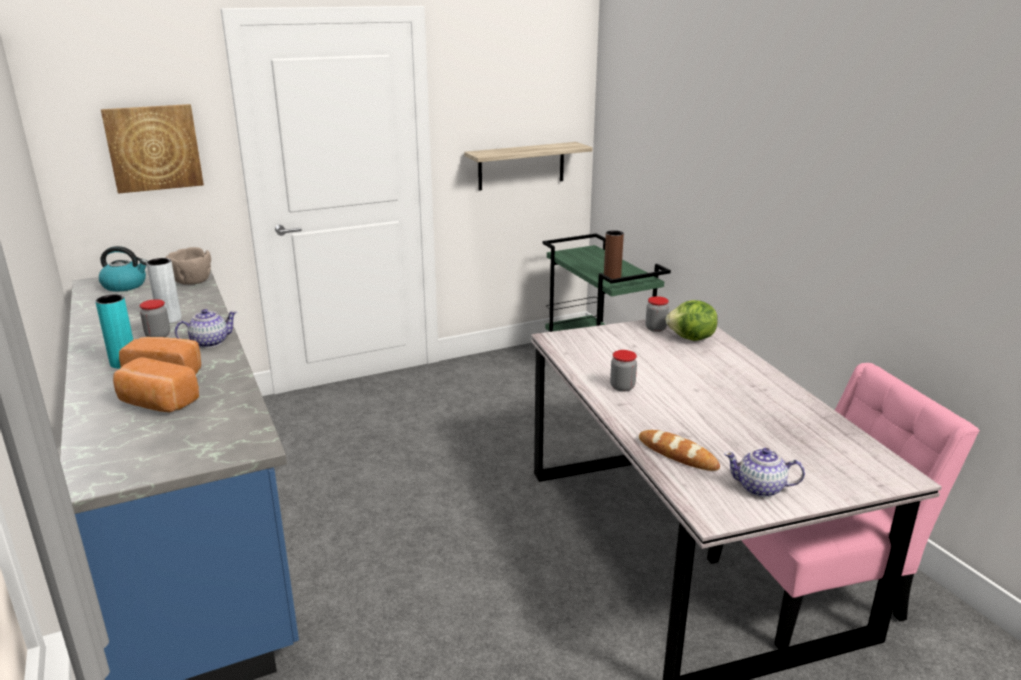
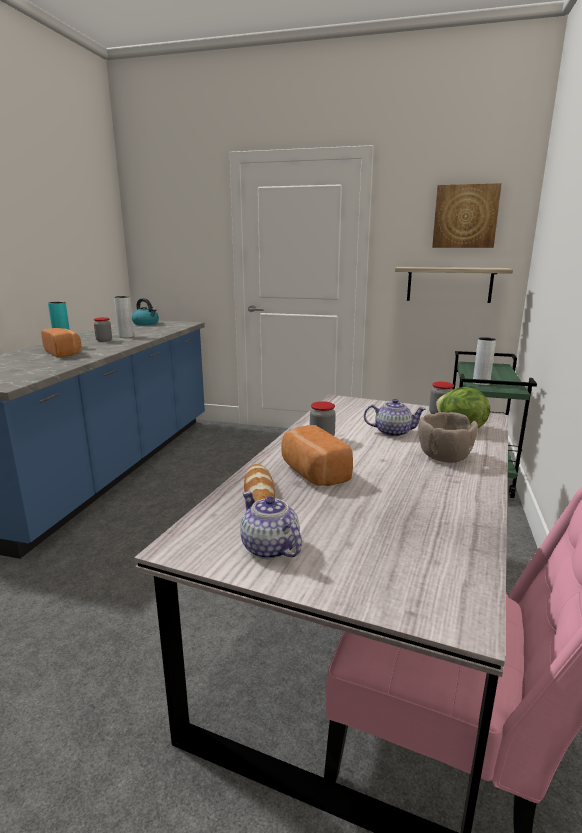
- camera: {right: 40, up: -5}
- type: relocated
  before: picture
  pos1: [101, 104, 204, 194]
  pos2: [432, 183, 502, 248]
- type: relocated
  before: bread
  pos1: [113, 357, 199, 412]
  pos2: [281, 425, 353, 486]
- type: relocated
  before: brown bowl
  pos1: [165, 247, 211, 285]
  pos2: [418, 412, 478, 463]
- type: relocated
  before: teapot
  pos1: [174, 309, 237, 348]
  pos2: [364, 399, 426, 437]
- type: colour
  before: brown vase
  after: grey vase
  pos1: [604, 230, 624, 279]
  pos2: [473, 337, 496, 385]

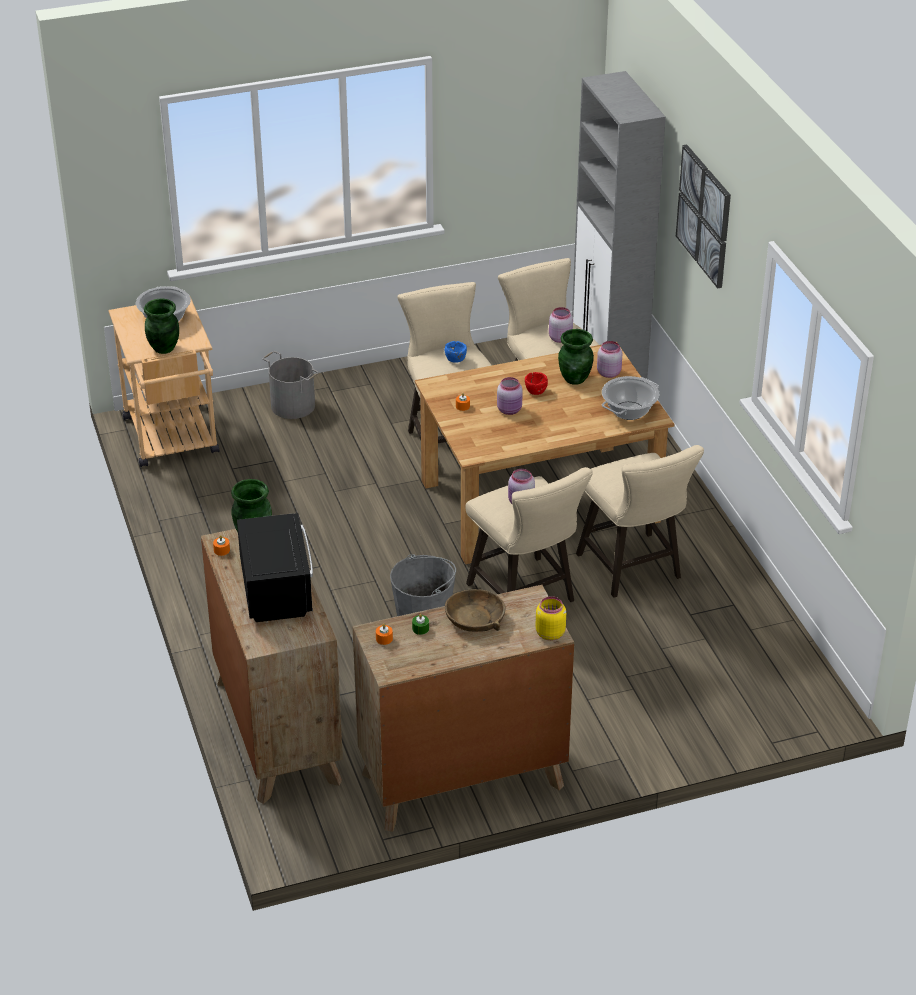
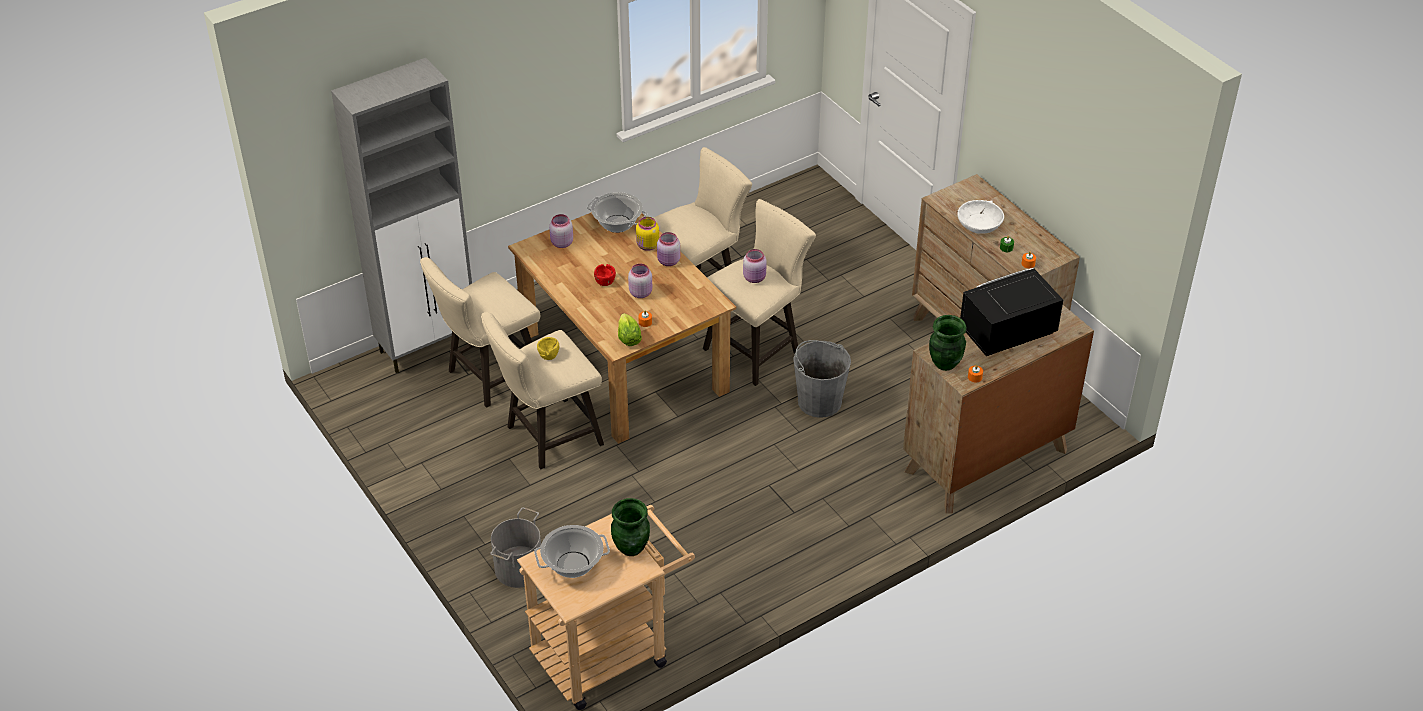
- camera: {right: -105, up: 5}
- type: colour
  before: blue bowl
  after: yellow bowl
  pos1: [445, 341, 467, 363]
  pos2: [537, 337, 559, 360]
- type: colour
  before: brown bowl
  after: white bowl
  pos1: [445, 589, 505, 632]
  pos2: [957, 200, 1004, 234]
- type: relocated
  before: yellow jar
  pos1: [535, 596, 566, 641]
  pos2: [636, 217, 659, 251]
- type: relocated
  before: pink jar
  pos1: [549, 307, 573, 343]
  pos2: [657, 232, 680, 266]
- type: missing
  before: green vase
  pos1: [558, 329, 594, 385]
- type: missing
  before: picture
  pos1: [676, 145, 731, 289]
- type: appeared
  after: lettuce
  pos2: [618, 313, 642, 346]

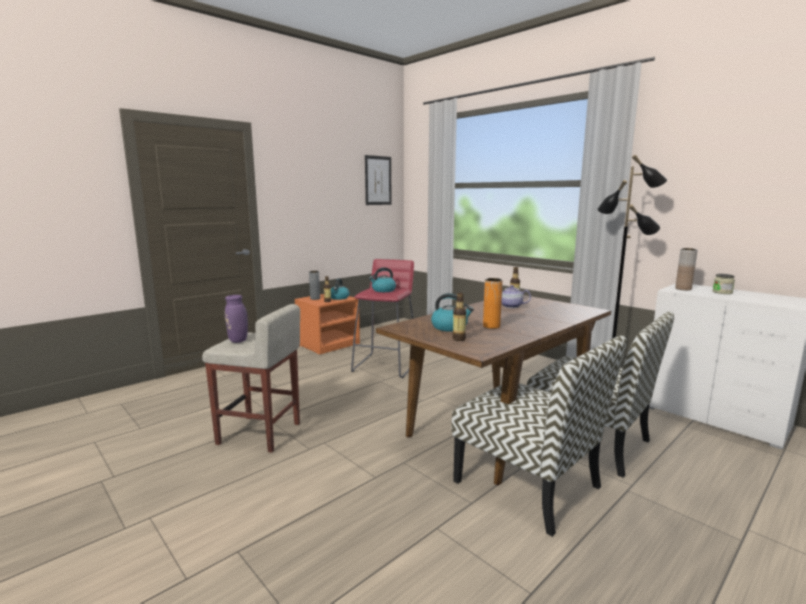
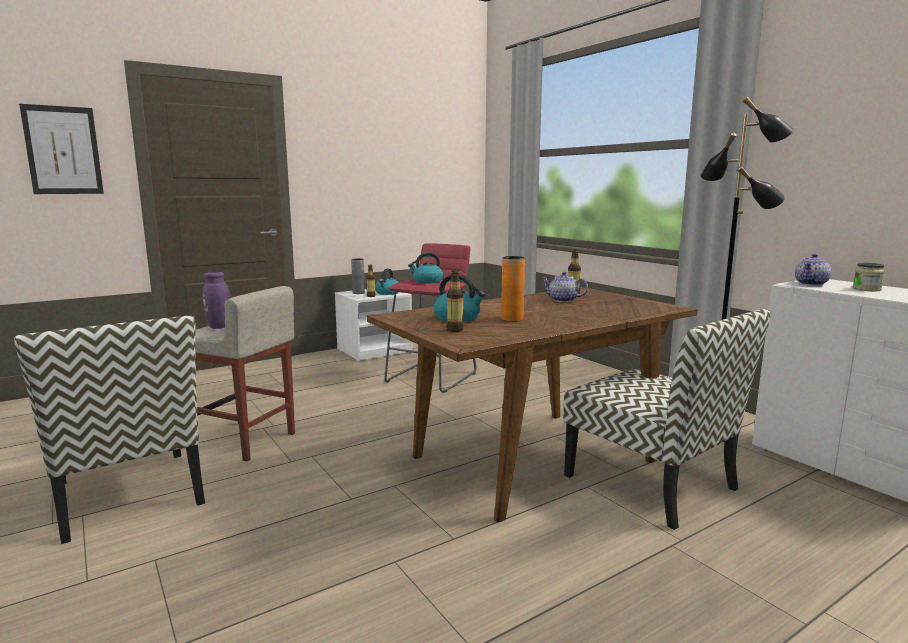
- camera: {right: 10, up: 0}
- type: colour
  before: orange nightstand
  after: white nightstand
  pos1: [295, 294, 360, 354]
  pos2: [335, 289, 413, 361]
- type: relocated
  before: picture
  pos1: [365, 155, 391, 205]
  pos2: [19, 104, 104, 194]
- type: relocated
  before: chair
  pos1: [451, 335, 626, 537]
  pos2: [14, 316, 205, 544]
- type: exchanged
  before: brown vase
  after: teapot
  pos1: [675, 248, 698, 290]
  pos2: [795, 254, 831, 286]

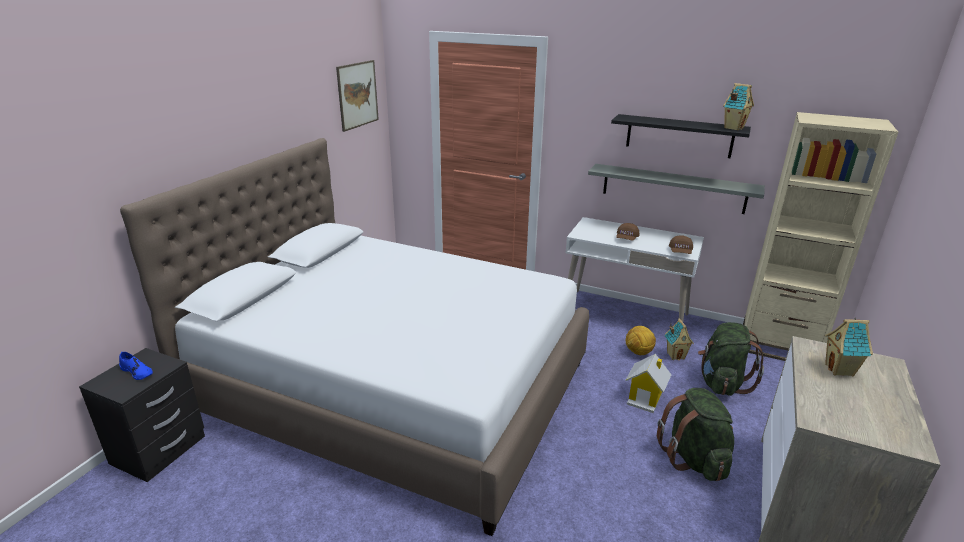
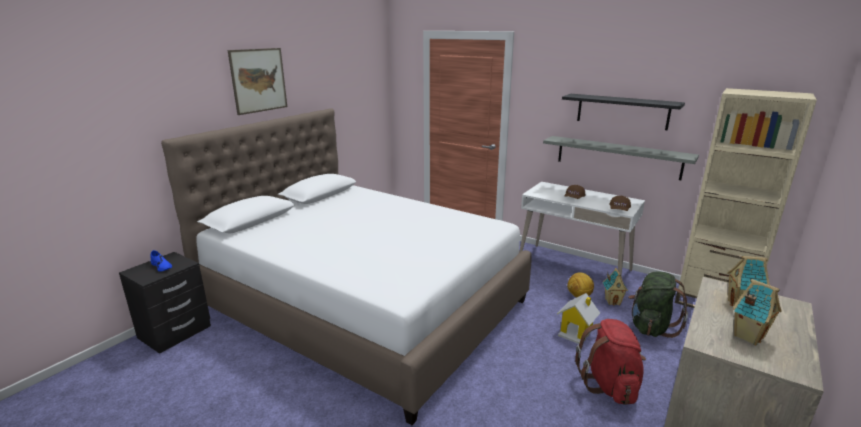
- camera: {right: 10, up: -5}
- type: relocated
  before: picture
  pos1: [336, 60, 379, 132]
  pos2: [228, 48, 287, 115]
- type: colour
  before: green backpack
  after: red backpack
  pos1: [657, 388, 734, 481]
  pos2: [575, 319, 646, 405]
- type: relocated
  before: toy house
  pos1: [723, 83, 754, 130]
  pos2: [733, 279, 782, 345]

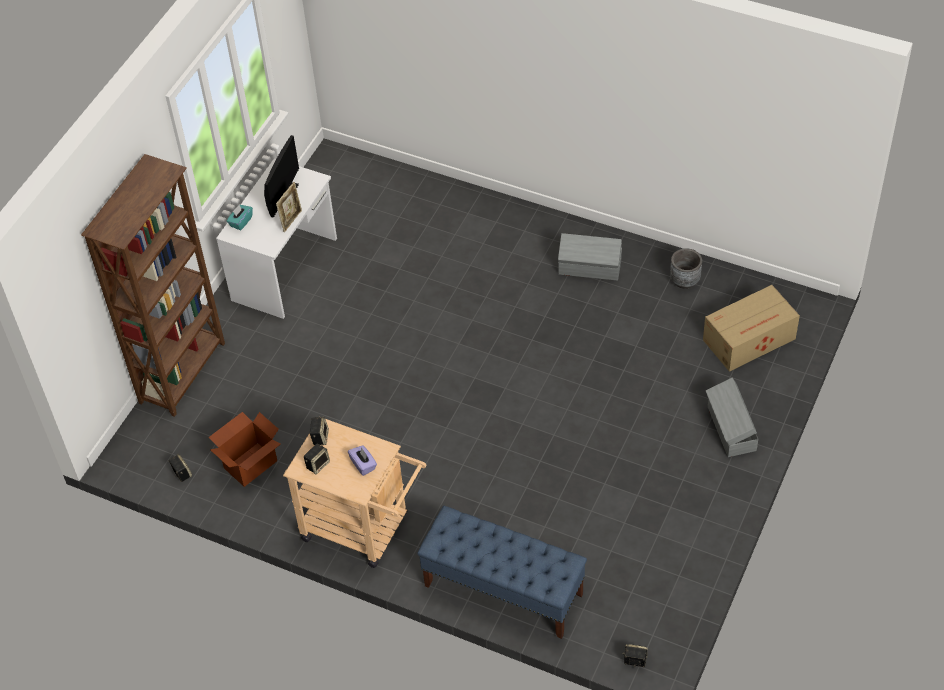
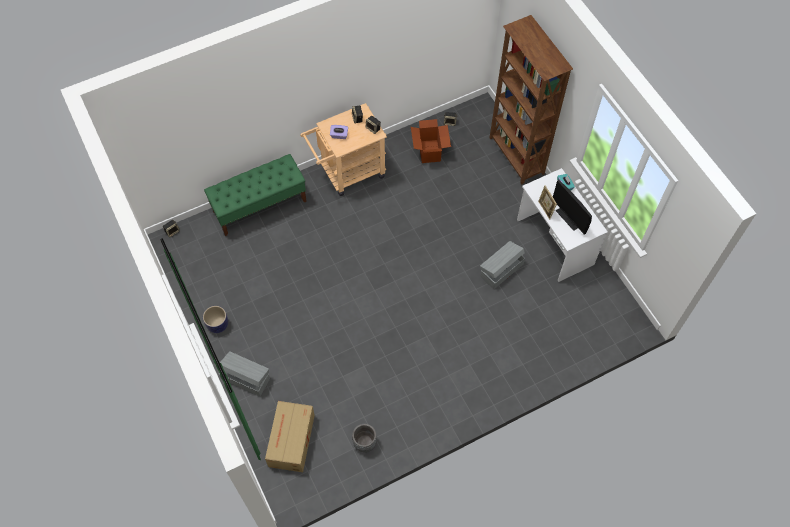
- camera: {right: 125, up: 10}
- type: colour
  before: blue bench
  after: green bench
  pos1: [417, 506, 587, 639]
  pos2: [204, 154, 307, 236]
- type: relocated
  before: grey storage box
  pos1: [558, 233, 622, 281]
  pos2: [480, 241, 525, 289]
- type: appeared
  after: planter
  pos2: [203, 306, 228, 333]

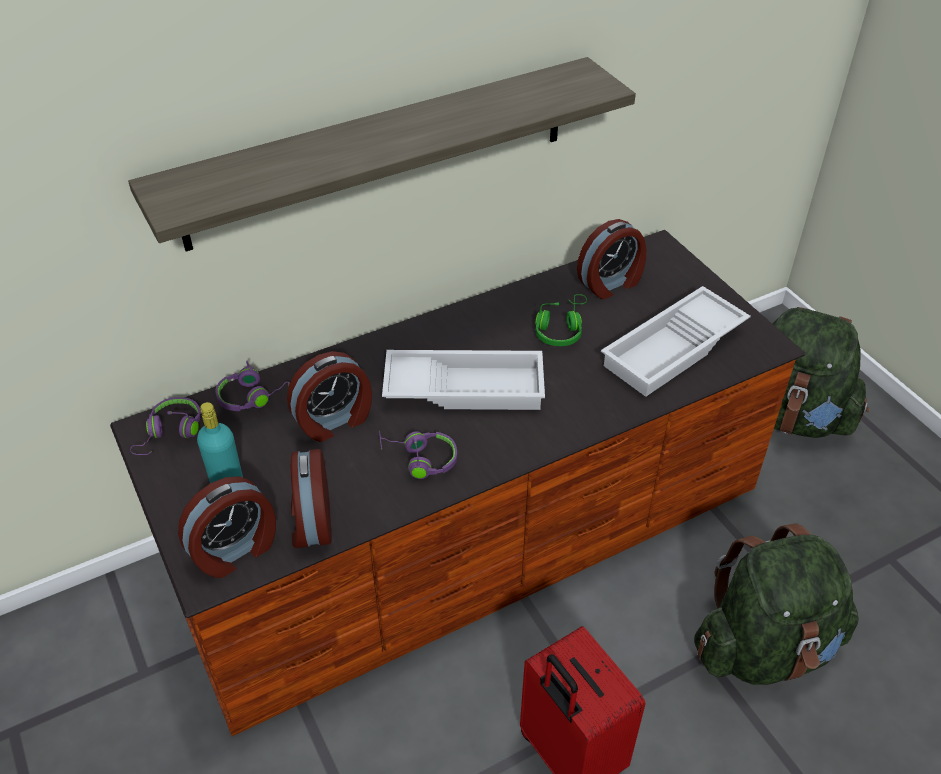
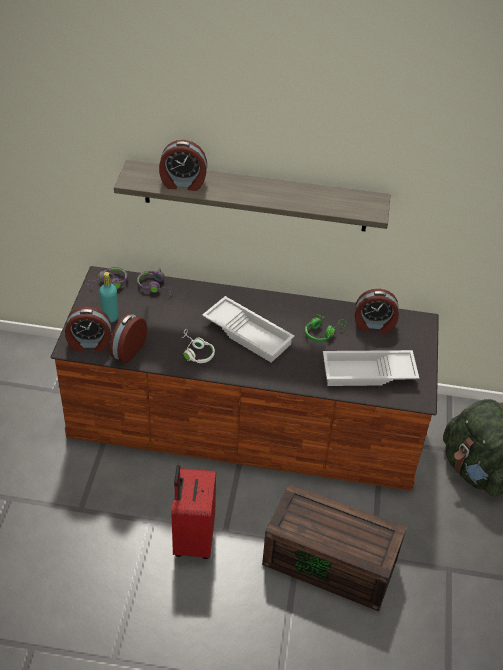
- camera: {right: 35, up: 0}
- type: relocated
  before: alarm clock
  pos1: [287, 351, 372, 442]
  pos2: [159, 140, 207, 191]
- type: colour
  before: purple headphones
  after: white headphones
  pos1: [379, 431, 457, 479]
  pos2: [181, 330, 215, 363]
- type: exchanged
  before: green backpack
  after: brown storage box
  pos1: [694, 524, 859, 685]
  pos2: [262, 483, 407, 611]

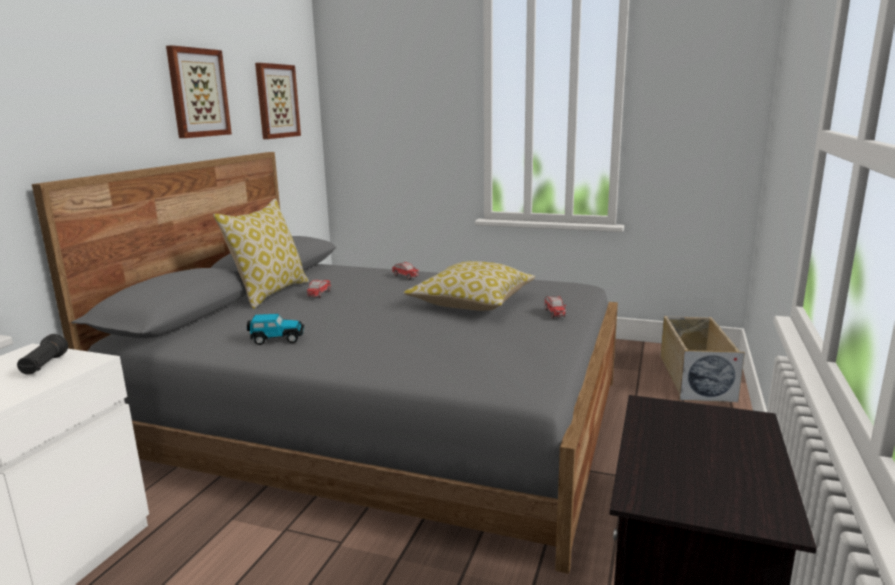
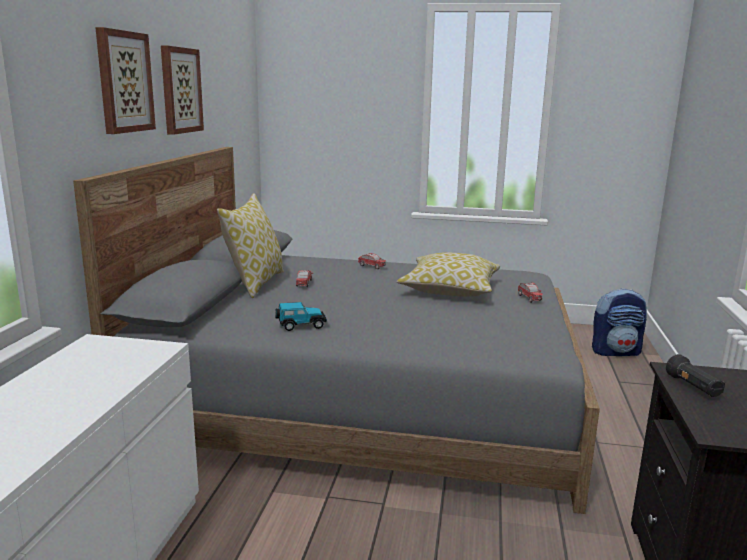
- camera: {right: -10, up: 0}
- type: relocated
  before: black flashlight
  pos1: [17, 334, 68, 375]
  pos2: [666, 354, 725, 397]
- type: relocated
  before: picture
  pos1: [255, 63, 301, 139]
  pos2: [95, 27, 156, 134]
- type: exchanged
  before: beige storage box
  after: backpack
  pos1: [660, 316, 745, 402]
  pos2: [592, 289, 647, 356]

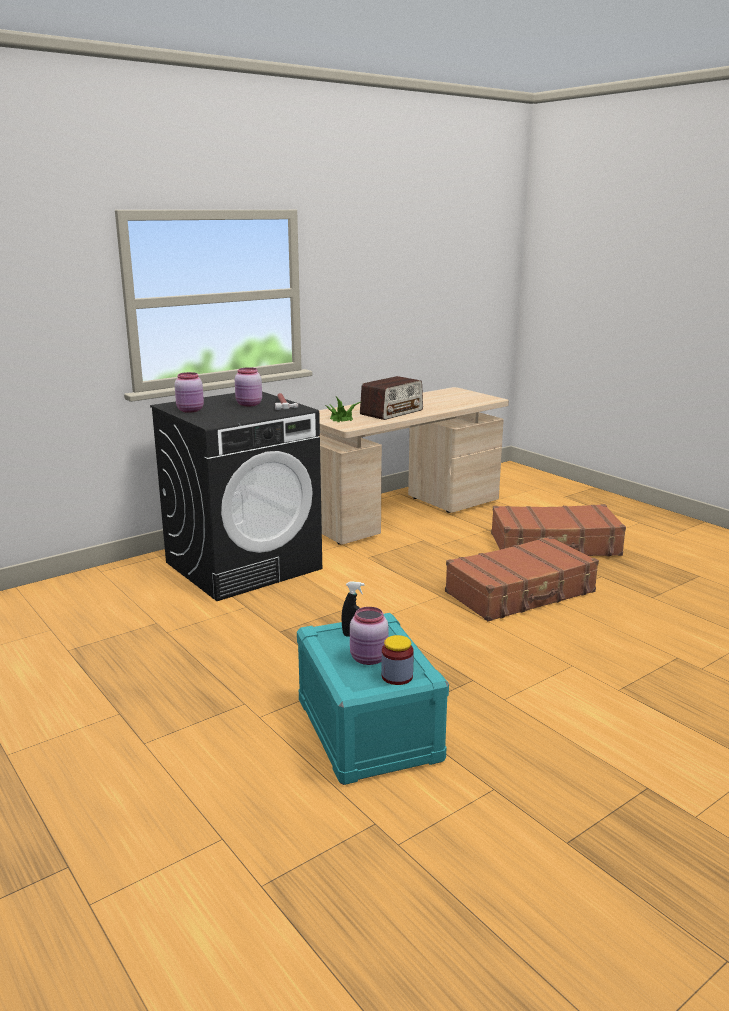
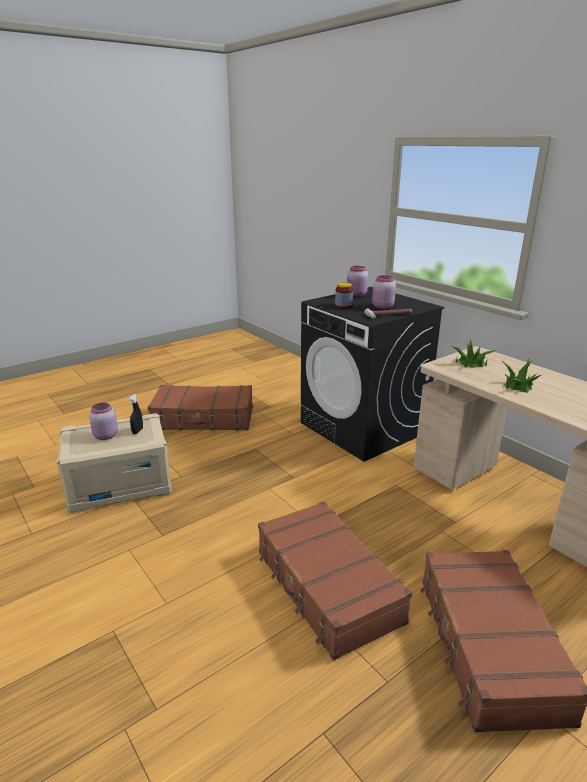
- camera: {right: 90, up: 5}
- type: colour
  before: turquoise storage box
  after: beige storage box
  pos1: [297, 613, 449, 785]
  pos2: [57, 413, 172, 513]
- type: exchanged
  before: radio
  after: potted plant
  pos1: [360, 376, 423, 420]
  pos2: [502, 358, 541, 393]
- type: relocated
  before: jar
  pos1: [382, 635, 414, 685]
  pos2: [335, 282, 353, 309]
- type: appeared
  after: brown suitcase
  pos2: [148, 385, 253, 430]

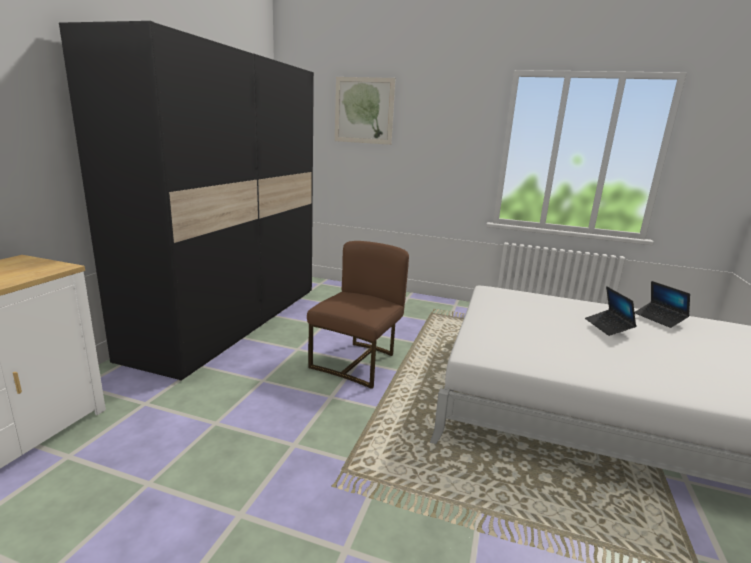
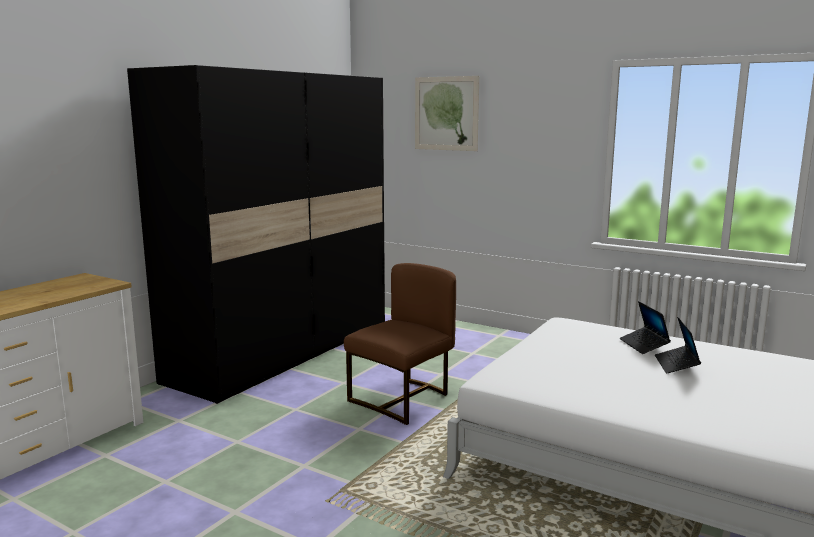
- camera: {right: 15, up: -5}
- type: relocated
  before: laptop
  pos1: [635, 281, 690, 328]
  pos2: [620, 301, 671, 354]

